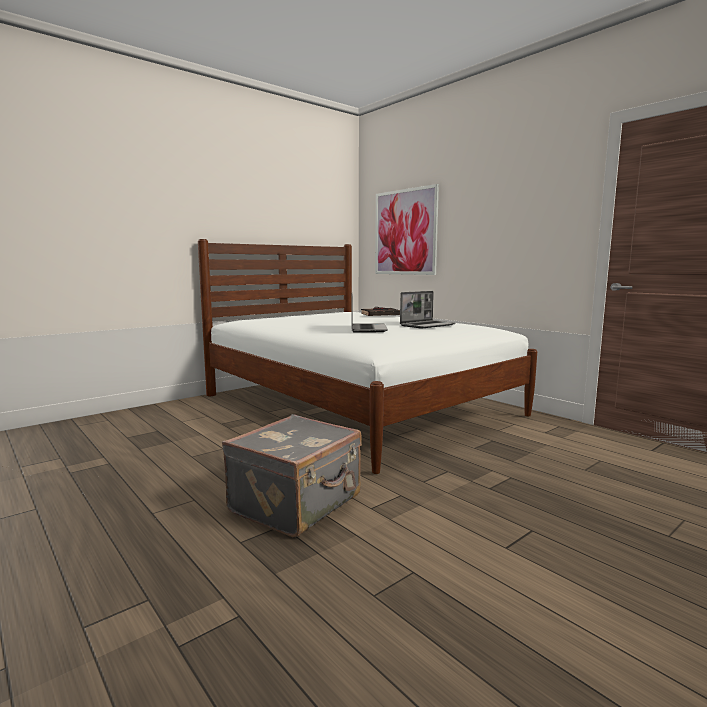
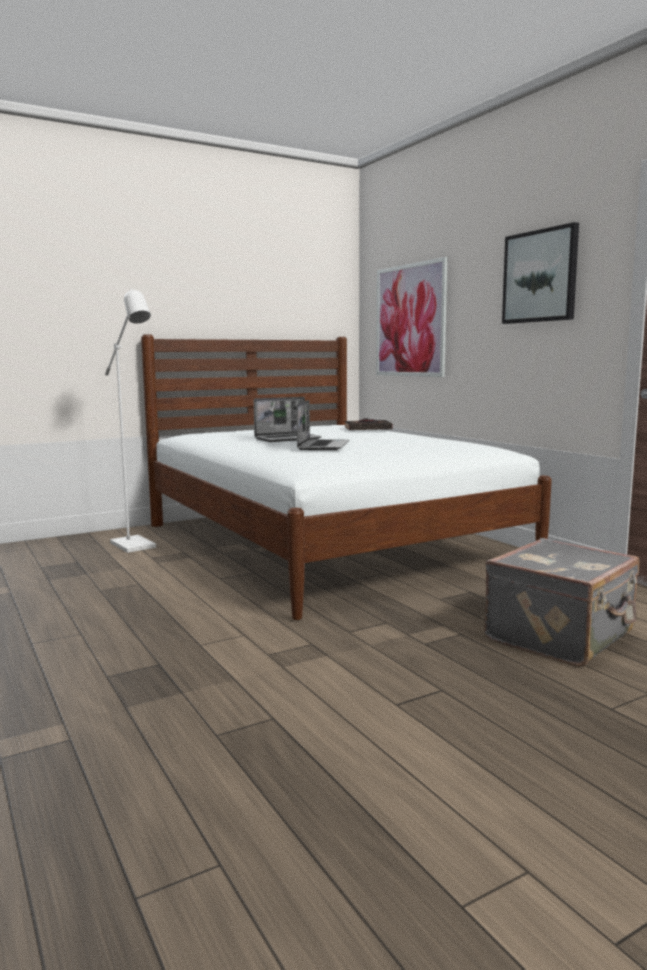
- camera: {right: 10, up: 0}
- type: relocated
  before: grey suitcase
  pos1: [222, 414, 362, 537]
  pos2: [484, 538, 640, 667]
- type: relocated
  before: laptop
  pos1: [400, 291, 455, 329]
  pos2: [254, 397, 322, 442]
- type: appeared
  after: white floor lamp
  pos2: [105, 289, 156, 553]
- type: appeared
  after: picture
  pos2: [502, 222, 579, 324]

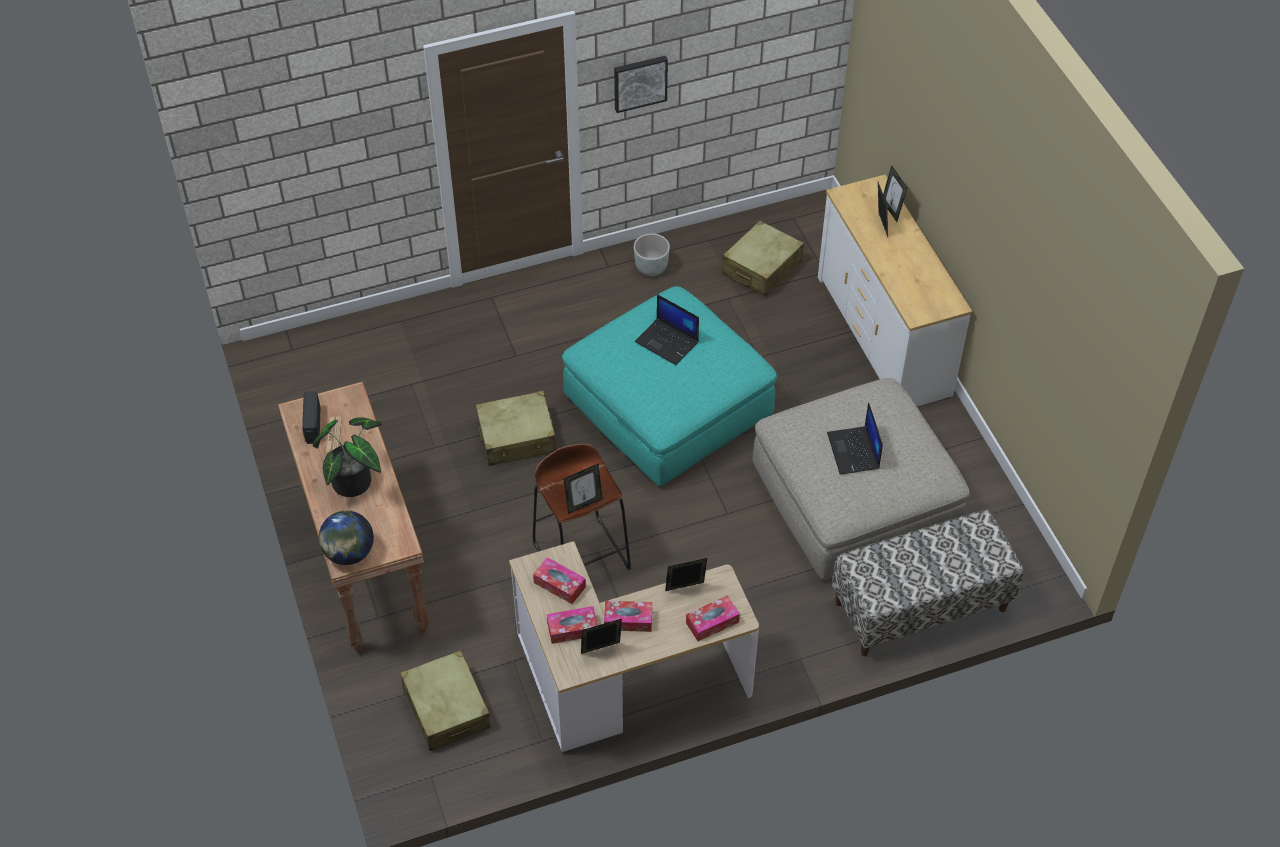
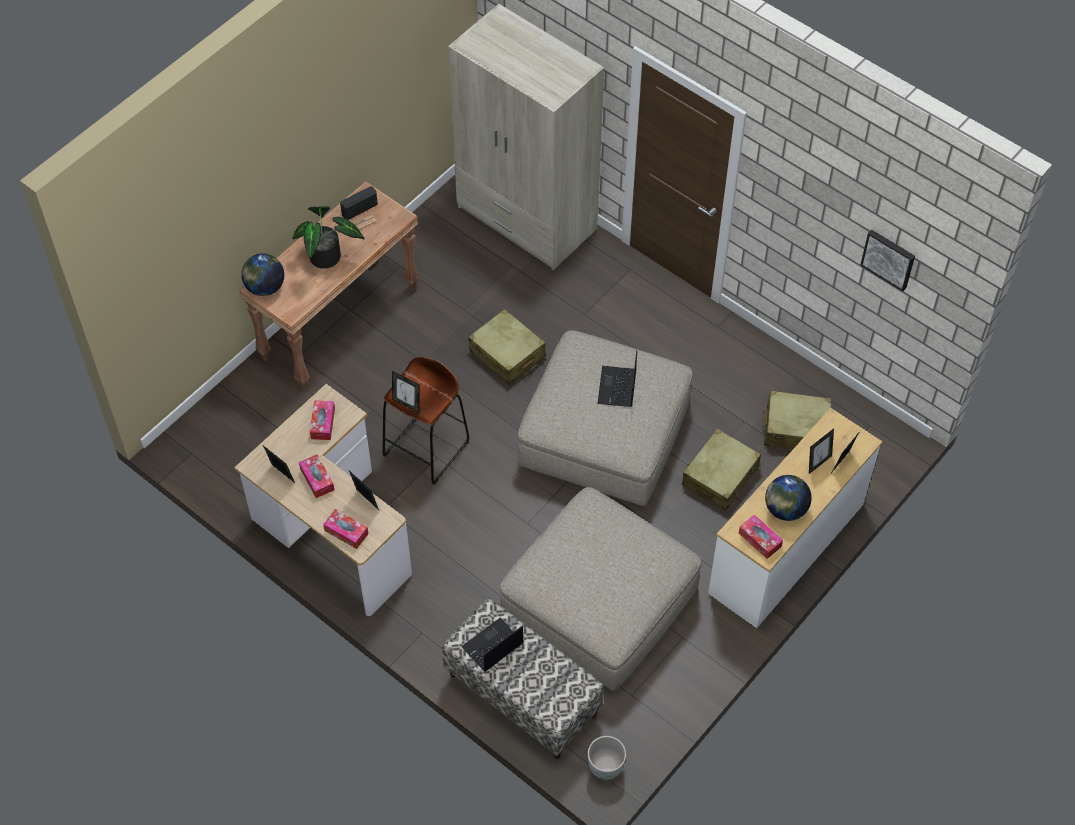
- camera: {right: 60, up: 5}
- type: relocated
  before: beige suitcase
  pos1: [400, 650, 490, 751]
  pos2: [682, 429, 761, 511]
- type: relocated
  before: tissue box
  pos1: [547, 606, 598, 644]
  pos2: [739, 515, 783, 559]
- type: colour
  before: turquoise ottoman
  after: beige ottoman
  pos1: [562, 286, 777, 486]
  pos2: [518, 330, 693, 506]
- type: relocated
  before: picture
  pos1: [614, 56, 668, 113]
  pos2: [860, 230, 915, 291]
- type: relocated
  before: grey planter
  pos1: [634, 234, 670, 276]
  pos2: [588, 736, 626, 780]
- type: relocated
  before: laptop
  pos1: [827, 402, 883, 475]
  pos2: [461, 618, 524, 672]
- type: appeared
  after: beige wardrobe
  pos2: [448, 4, 604, 270]
- type: appeared
  after: globe
  pos2: [765, 475, 812, 521]

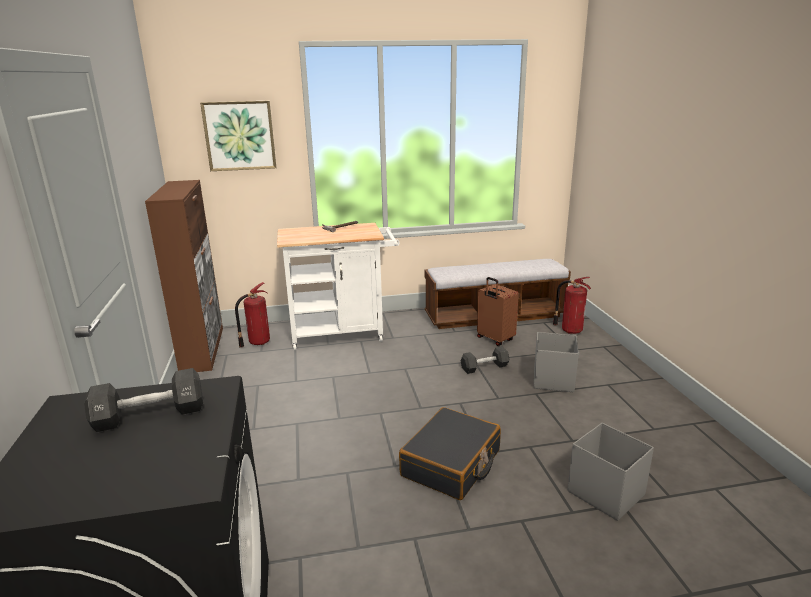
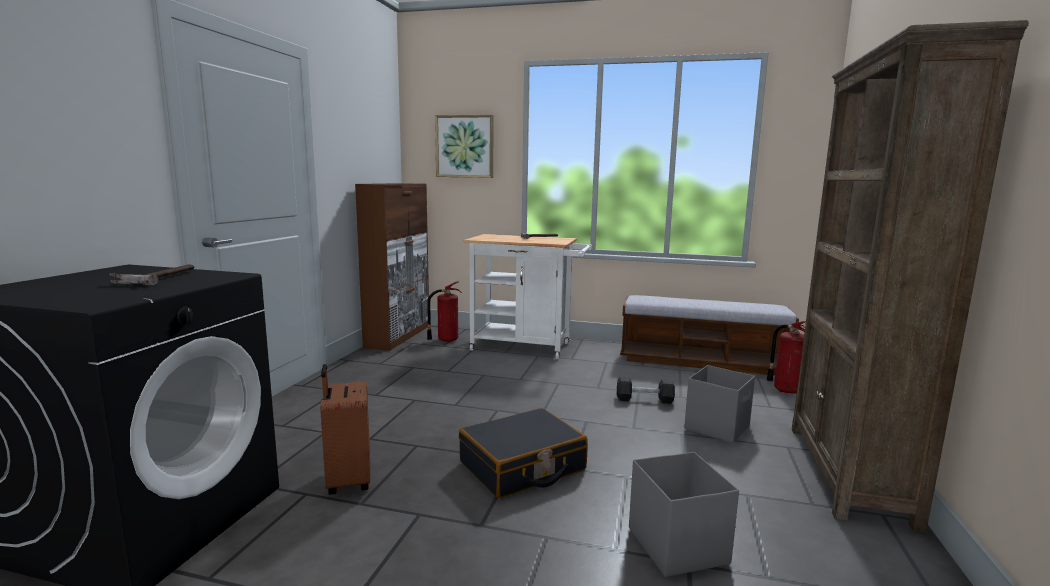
- camera: {right: 25, up: -10}
- type: exchanged
  before: black dumbbell
  after: hammer
  pos1: [84, 368, 203, 432]
  pos2: [110, 264, 195, 285]
- type: relocated
  before: brown suitcase
  pos1: [477, 277, 519, 346]
  pos2: [320, 364, 370, 495]
- type: appeared
  after: brown bookcase
  pos2: [792, 20, 1029, 533]

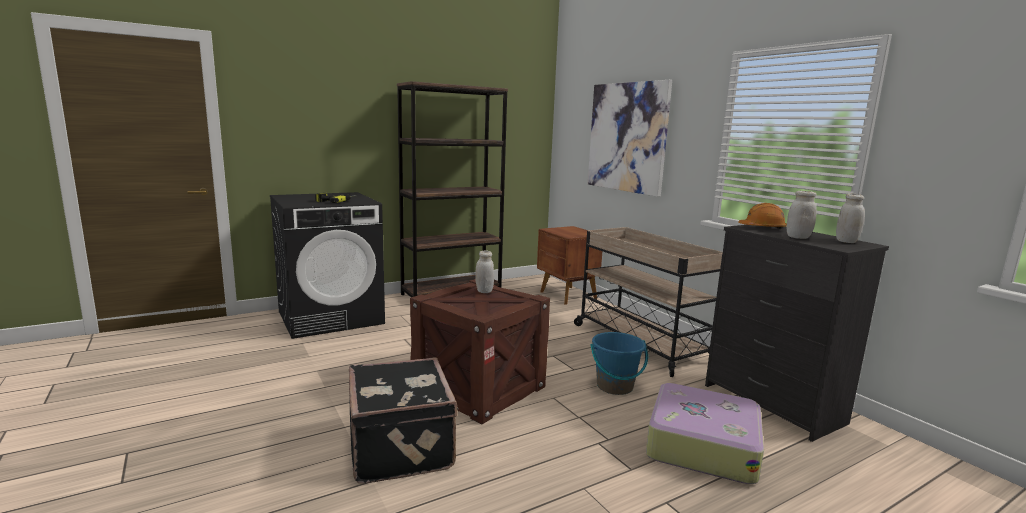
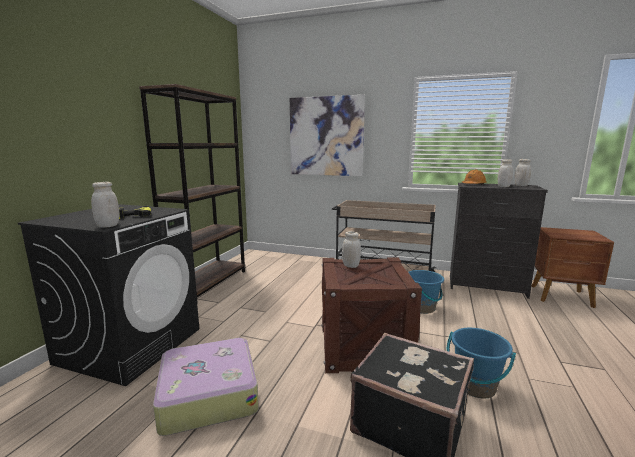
- camera: {right: -40, up: 0}
- type: relocated
  before: brown nightstand
  pos1: [537, 226, 602, 305]
  pos2: [532, 227, 614, 308]
- type: relocated
  before: suitcase
  pos1: [646, 383, 764, 484]
  pos2: [153, 338, 259, 436]
- type: appeared
  after: white jar
  pos2: [91, 182, 119, 228]
- type: appeared
  after: blue bucket
  pos2: [447, 328, 516, 399]

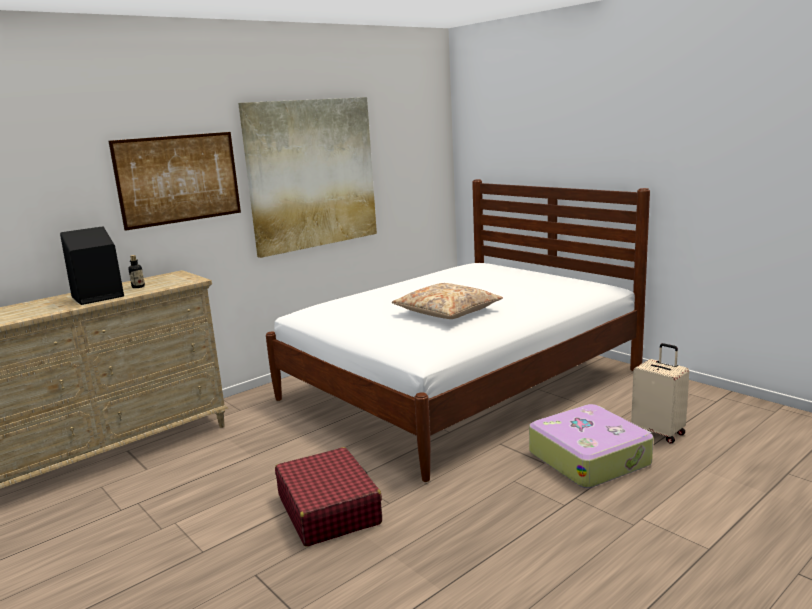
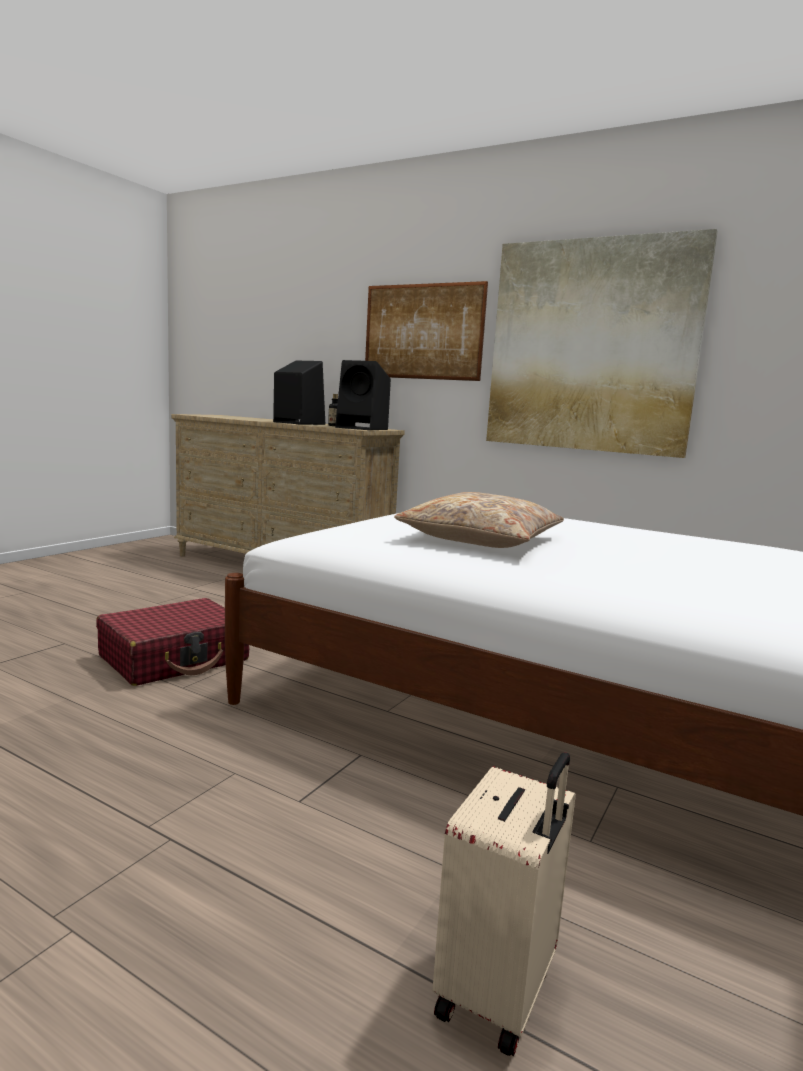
- camera: {right: 70, up: -5}
- type: missing
  before: suitcase
  pos1: [529, 404, 654, 488]
- type: appeared
  after: black speaker
  pos2: [335, 360, 391, 430]

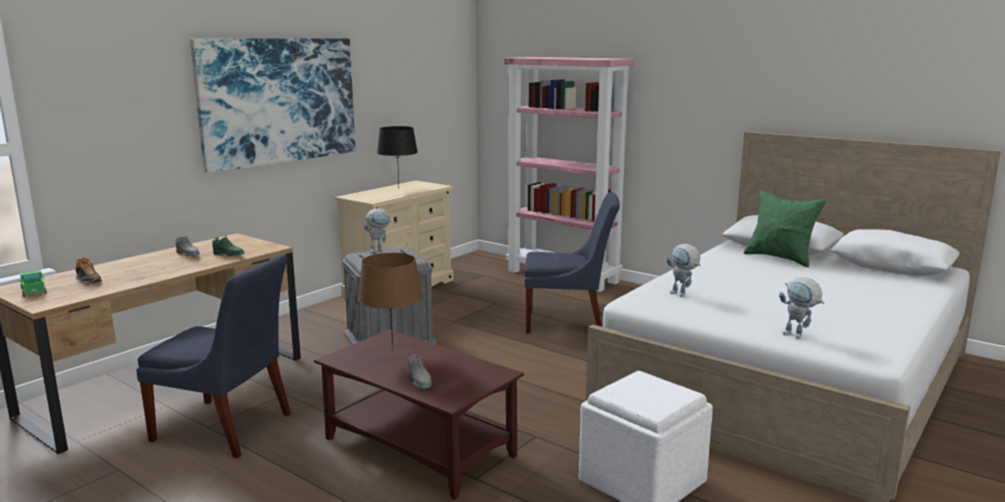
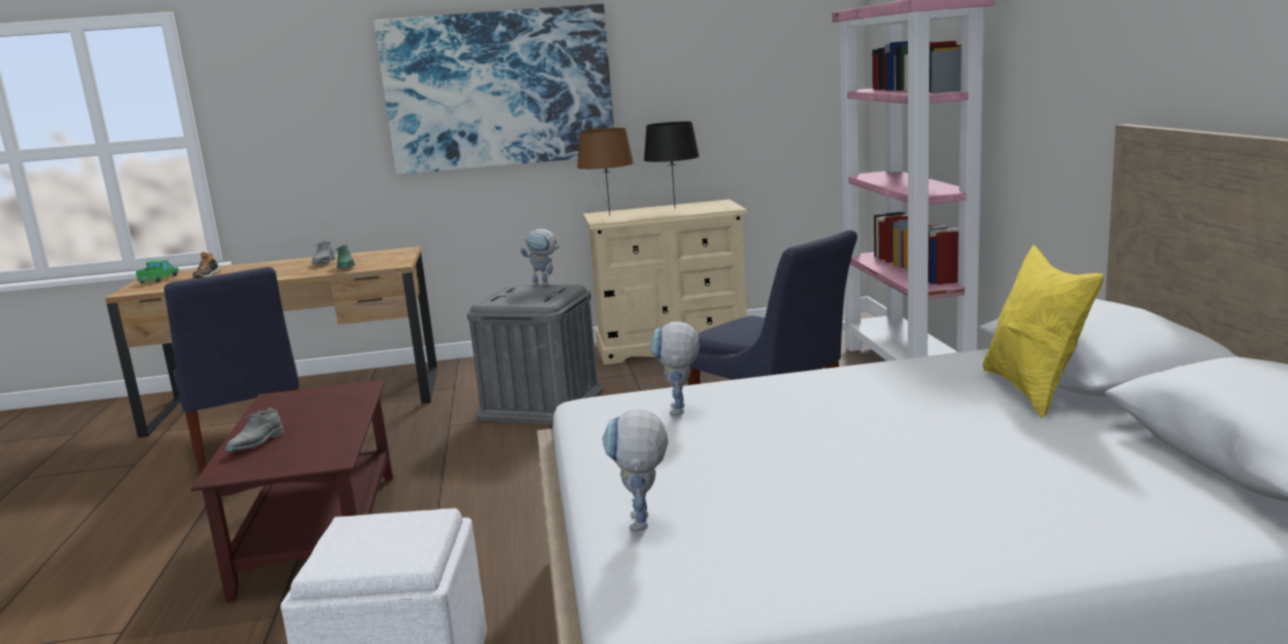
- camera: {right: 45, up: 0}
- type: relocated
  before: brown table lamp
  pos1: [358, 253, 423, 352]
  pos2: [577, 128, 634, 216]
- type: colour
  before: green pillow
  after: yellow pillow
  pos1: [744, 190, 826, 267]
  pos2: [983, 245, 1103, 419]

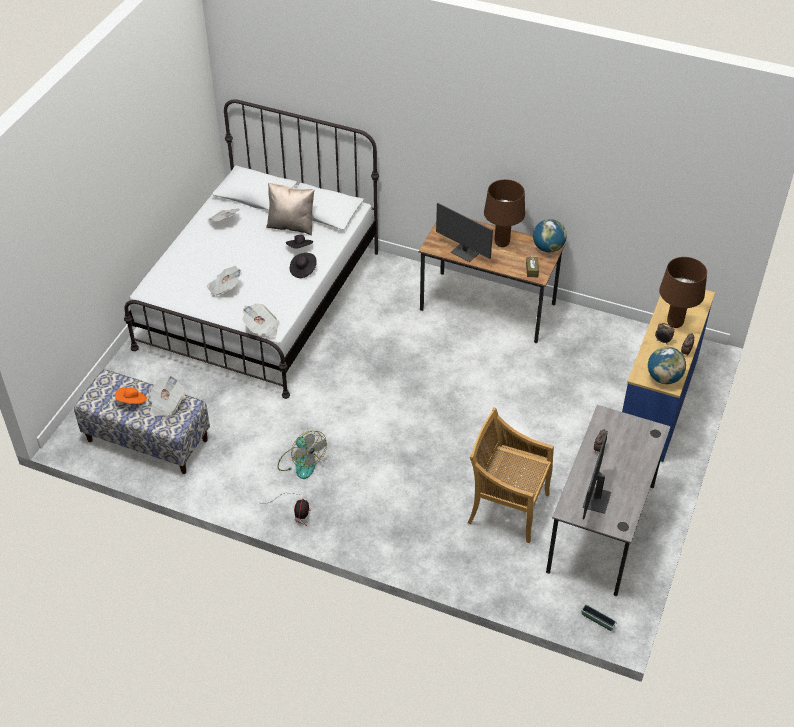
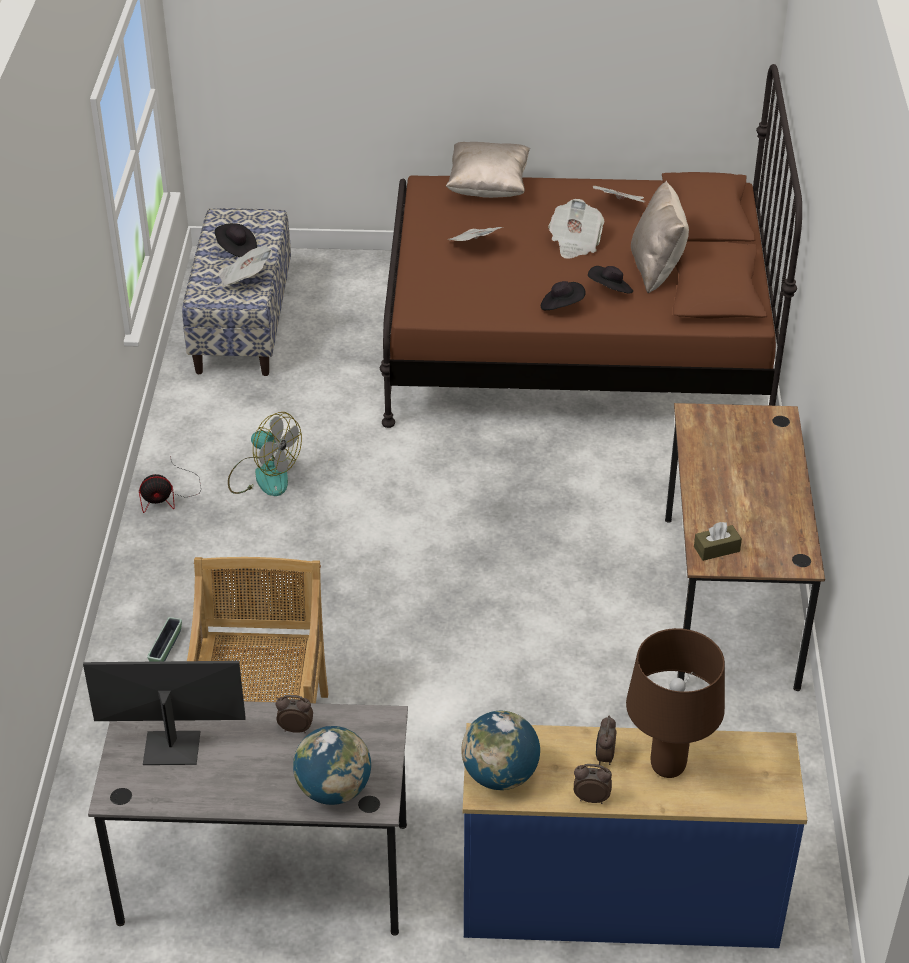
- camera: {right: 70, up: -5}
- type: colour
  before: orange hat
  after: black hat
  pos1: [115, 387, 147, 404]
  pos2: [215, 223, 257, 257]
- type: colour
  before: white bed
  after: brown bed
  pos1: [124, 99, 379, 399]
  pos2: [380, 64, 802, 428]
- type: relocated
  before: newspaper
  pos1: [243, 304, 280, 338]
  pos2: [548, 199, 605, 259]
- type: spun
  before: fan
  pos1: [278, 431, 327, 479]
  pos2: [228, 412, 302, 496]
  turn: -90
- type: missing
  before: monitor
  pos1: [436, 203, 493, 262]
- type: missing
  before: brown table lamp
  pos1: [484, 179, 525, 247]
- type: relocated
  before: globe
  pos1: [533, 219, 567, 253]
  pos2: [293, 726, 371, 805]
- type: relocated
  before: planter
  pos1: [581, 604, 617, 631]
  pos2: [147, 617, 182, 662]
- type: appeared
  after: beige pillow
  pos2: [446, 142, 530, 198]

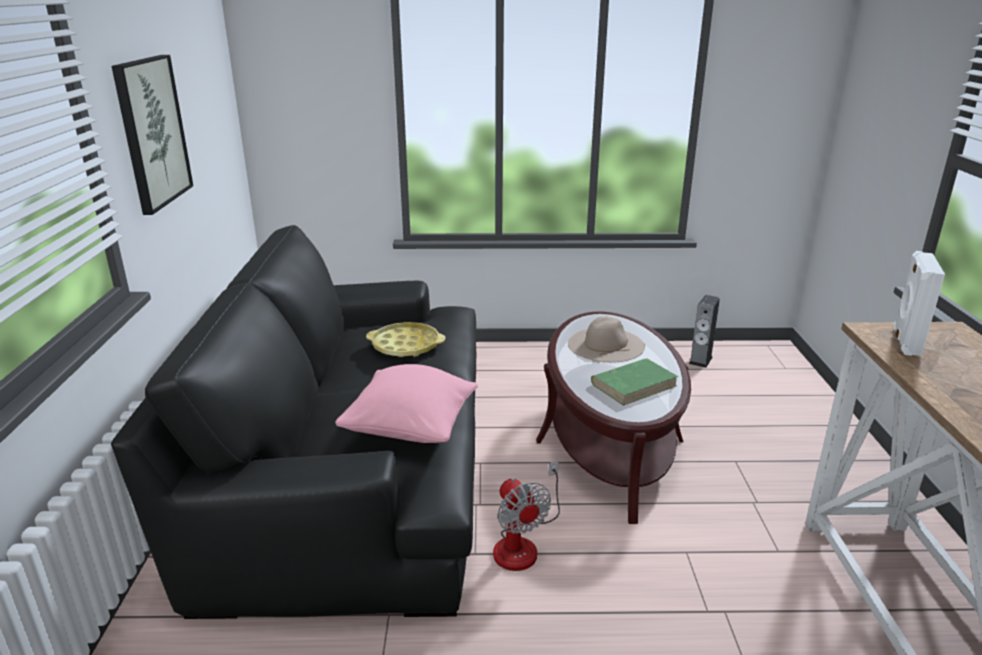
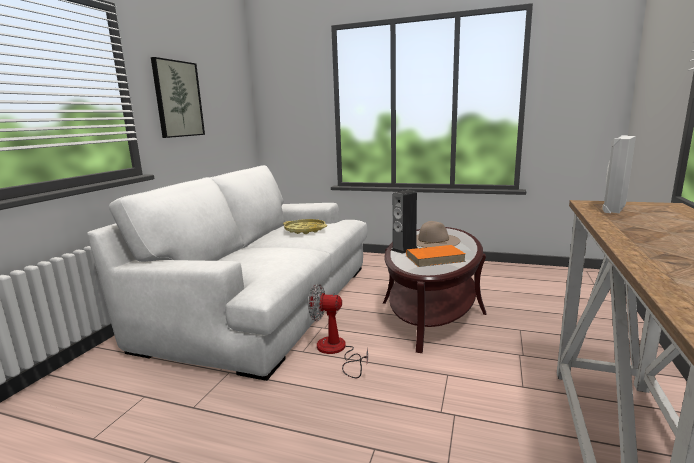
- camera: {right: 20, up: -10}
- type: colour
  before: black sofa
  after: white sofa
  pos1: [111, 225, 476, 619]
  pos2: [87, 165, 367, 381]
- type: missing
  before: pink pillow
  pos1: [335, 364, 478, 443]
- type: spun
  before: fan
  pos1: [493, 461, 560, 571]
  pos2: [308, 284, 368, 378]
  turn: 105
- type: colour
  before: green book
  after: orange book
  pos1: [591, 358, 678, 406]
  pos2: [406, 245, 466, 267]
- type: relocated
  before: speaker
  pos1: [689, 295, 720, 368]
  pos2: [392, 190, 417, 254]

